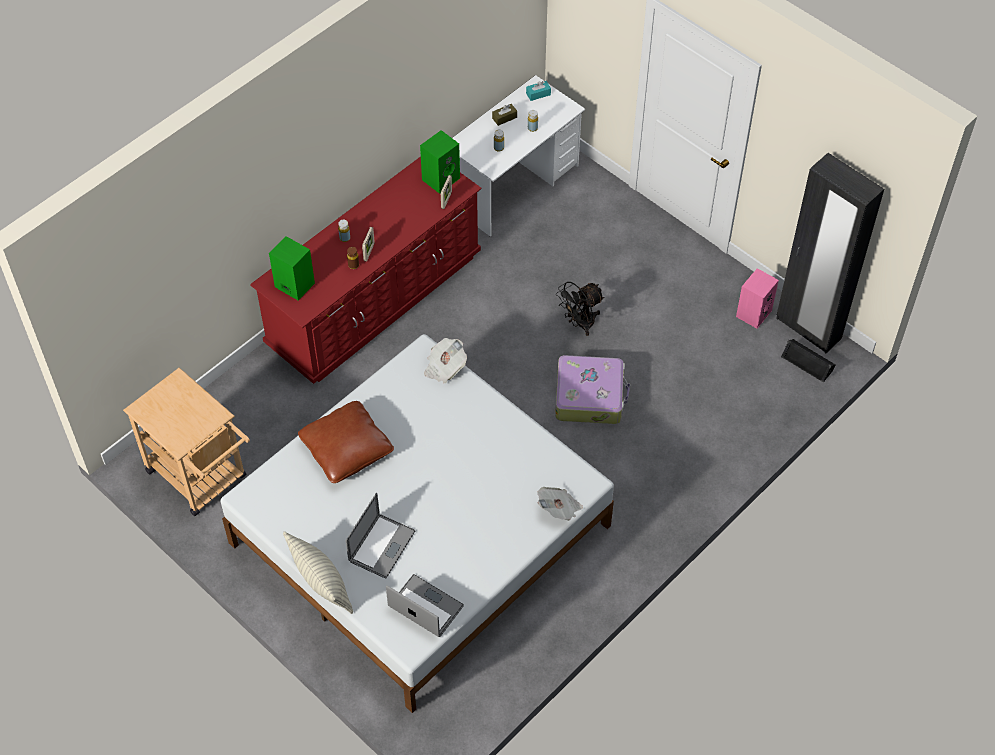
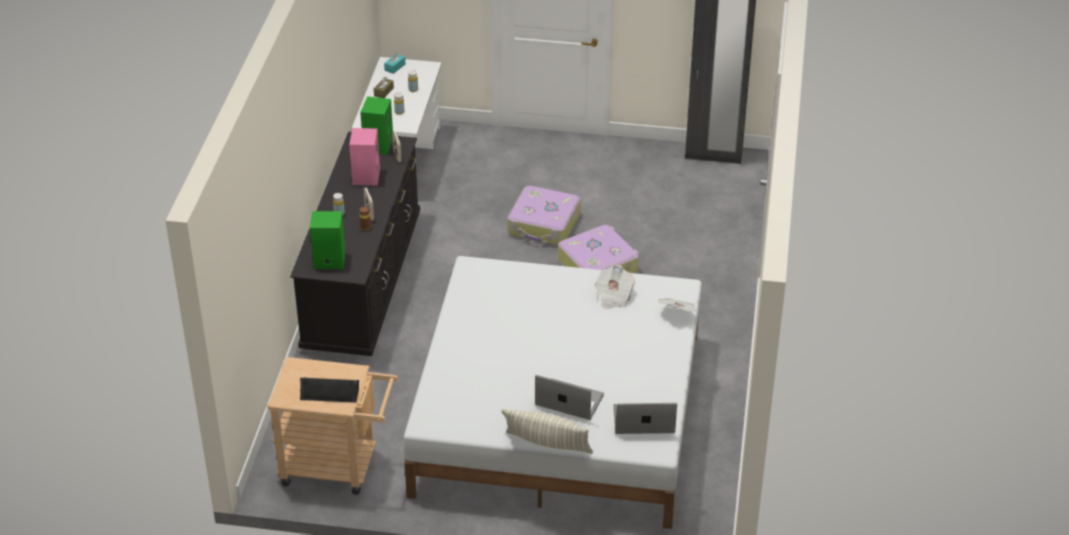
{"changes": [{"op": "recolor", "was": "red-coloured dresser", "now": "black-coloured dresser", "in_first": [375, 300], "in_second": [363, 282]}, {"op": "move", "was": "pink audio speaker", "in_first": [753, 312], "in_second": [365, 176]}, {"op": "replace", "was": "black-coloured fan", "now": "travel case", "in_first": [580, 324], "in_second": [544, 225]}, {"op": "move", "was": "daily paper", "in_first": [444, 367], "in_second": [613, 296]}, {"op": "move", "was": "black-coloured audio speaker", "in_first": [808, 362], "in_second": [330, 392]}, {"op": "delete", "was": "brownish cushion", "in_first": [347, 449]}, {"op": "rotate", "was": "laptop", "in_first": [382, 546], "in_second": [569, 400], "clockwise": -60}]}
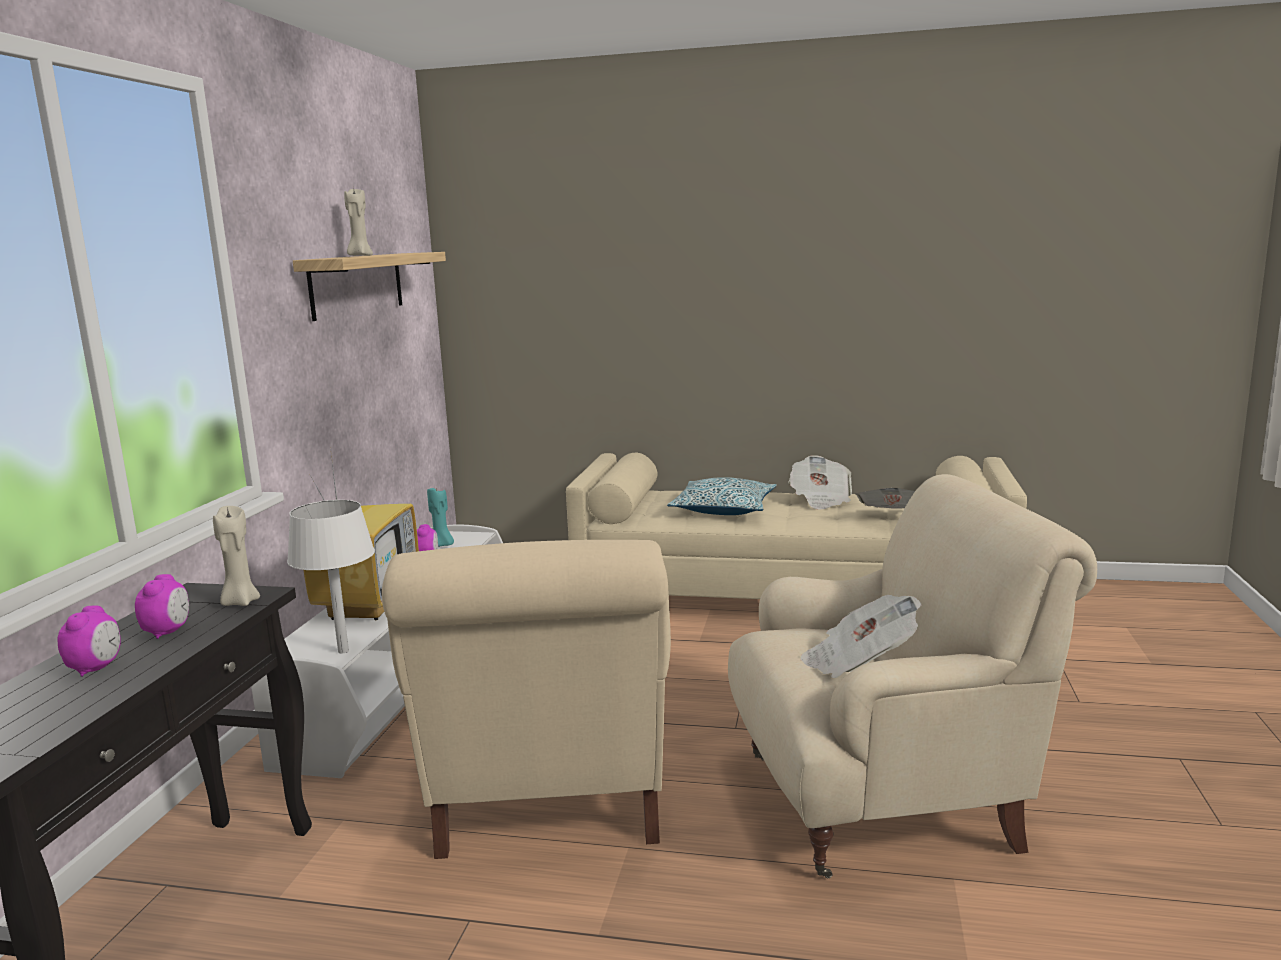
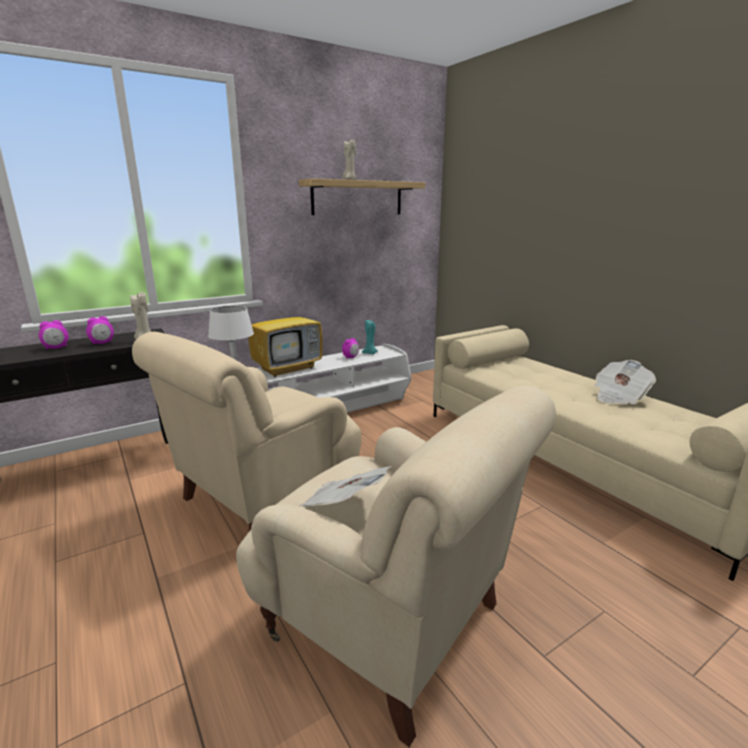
{"changes": [{"op": "delete", "was": "cushion", "in_first": [724, 509]}, {"op": "delete", "was": "daily paper", "in_first": [890, 517]}]}
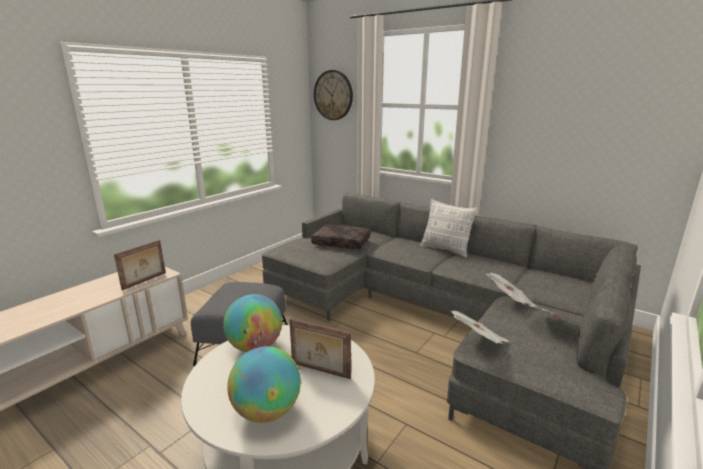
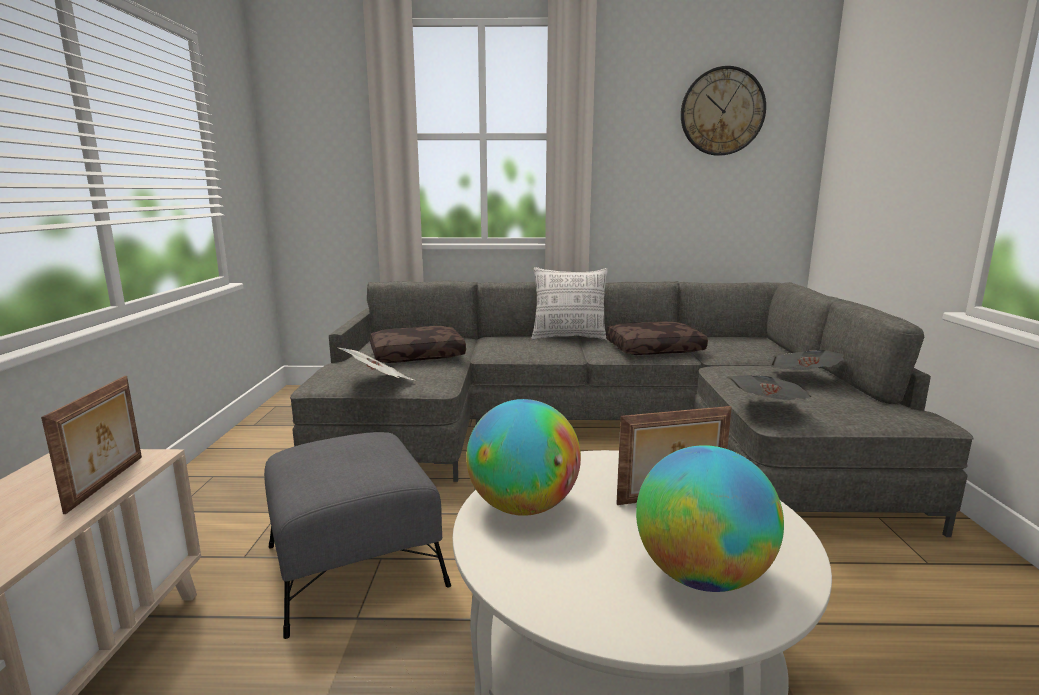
{"changes": [{"op": "move", "was": "hanging clock", "in_first": [333, 95], "in_second": [722, 111]}, {"op": "move", "was": "daily paper", "in_first": [509, 301], "in_second": [378, 382]}, {"op": "insert", "now": "brownish cushion", "in_second": [654, 349]}]}
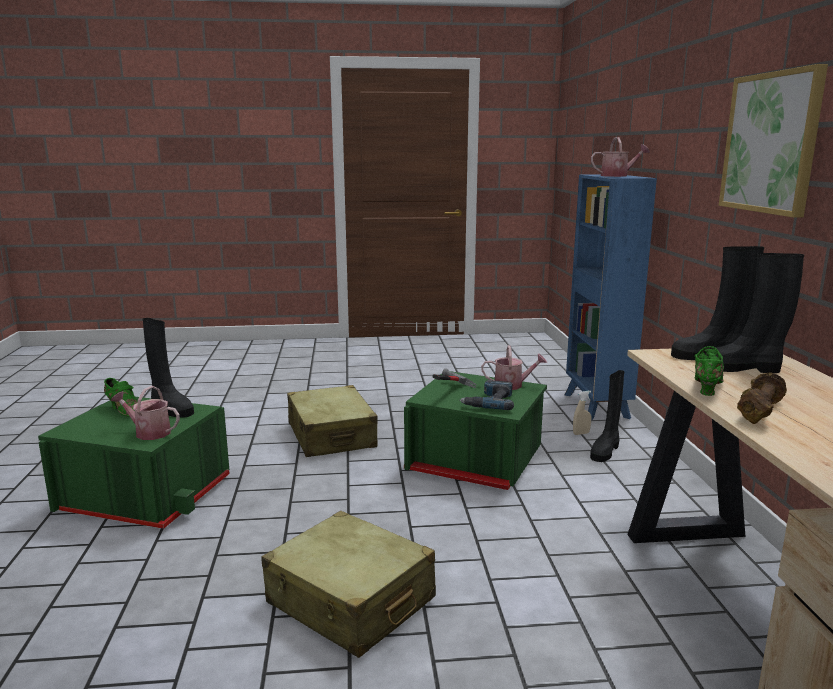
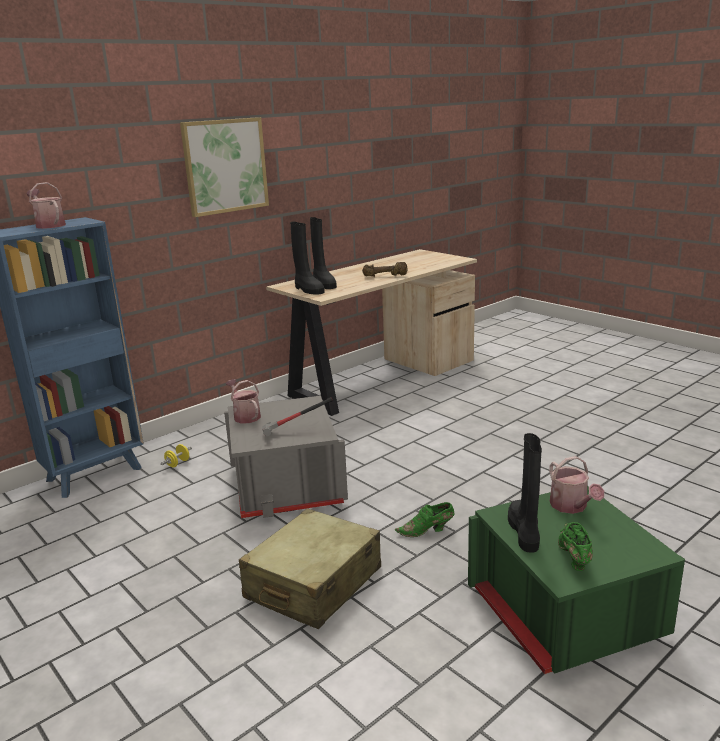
{"changes": [{"op": "move", "was": "green-coloured shoe", "in_first": [706, 388], "in_second": [427, 531]}, {"op": "delete", "was": "black-coloured tall boot", "in_first": [605, 451]}, {"op": "recolor", "was": "green-coloured storage container", "now": "grey storage container", "in_first": [475, 462], "in_second": [287, 485]}, {"op": "delete", "was": "drill", "in_first": [489, 401]}, {"op": "replace", "was": "beige-coloured hand sprayer", "now": "yellowish hand weight", "in_first": [581, 433], "in_second": [178, 463]}, {"op": "delete", "was": "beige-coloured travel case", "in_first": [350, 601]}]}
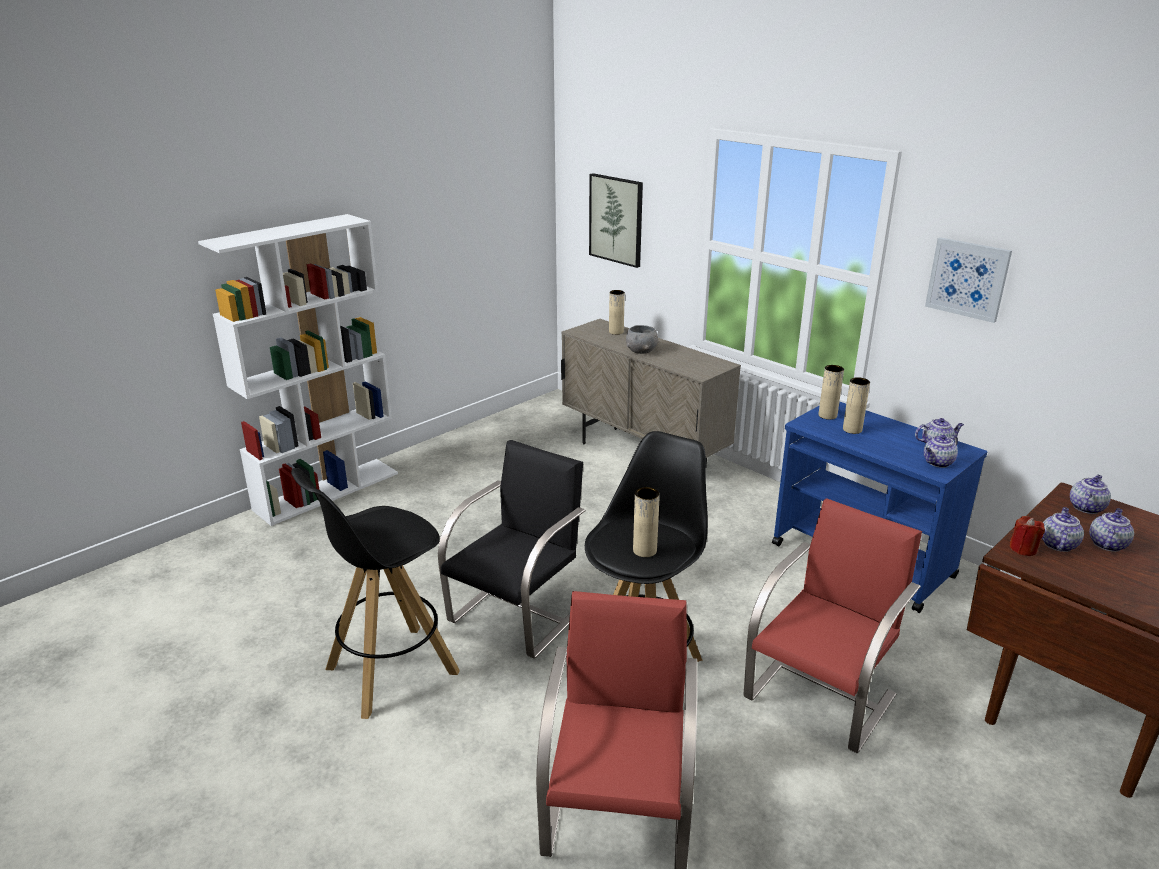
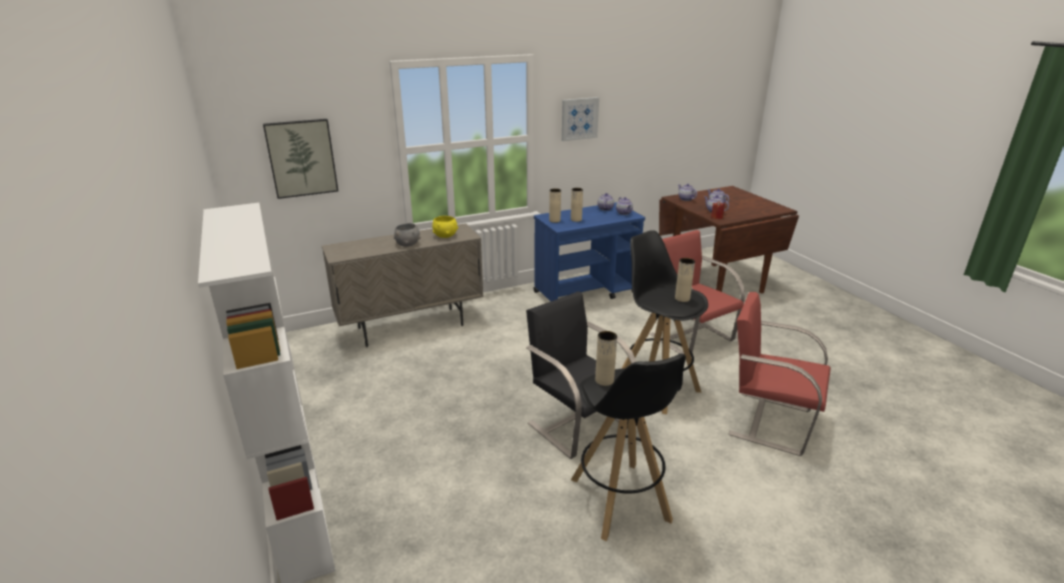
{"changes": [{"op": "move", "was": "beige-coloured decorative vase", "in_first": [616, 332], "in_second": [604, 380]}, {"op": "insert", "now": "yellowish serving bowl", "in_second": [445, 236]}]}
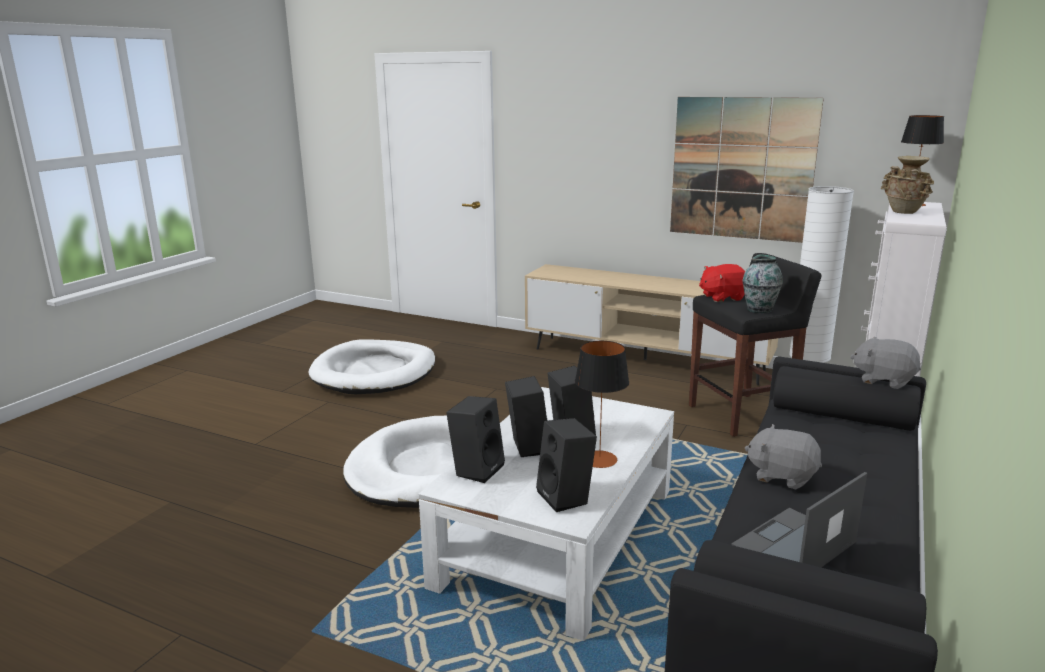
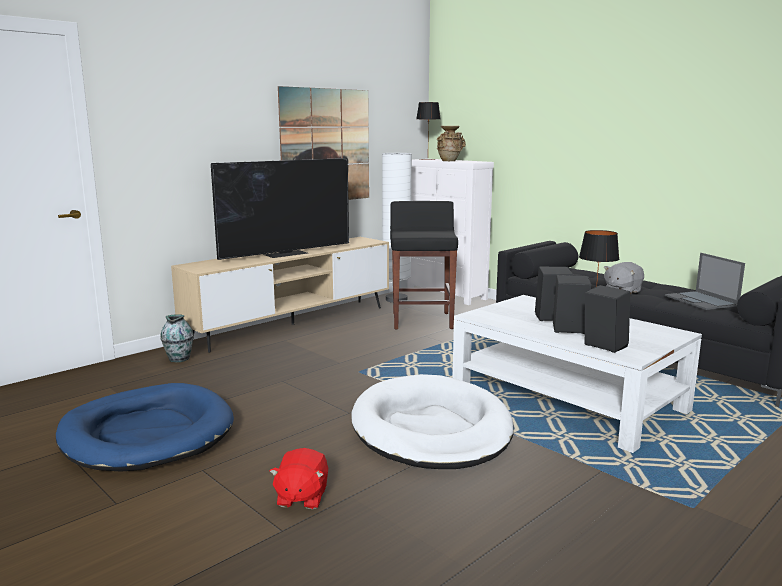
{"changes": [{"op": "move", "was": "decorative vase", "in_first": [759, 309], "in_second": [179, 359]}, {"op": "move", "was": "red-coloured plush toy", "in_first": [722, 297], "in_second": [301, 497]}, {"op": "delete", "was": "grey plush toy", "in_first": [883, 380]}, {"op": "recolor", "was": "white-coloured dog bed", "now": "blue-coloured dog bed", "in_first": [374, 372], "in_second": [147, 433]}, {"op": "delete", "was": "black-coloured audio speaker", "in_first": [567, 497]}, {"op": "insert", "now": "television", "in_second": [286, 253]}]}
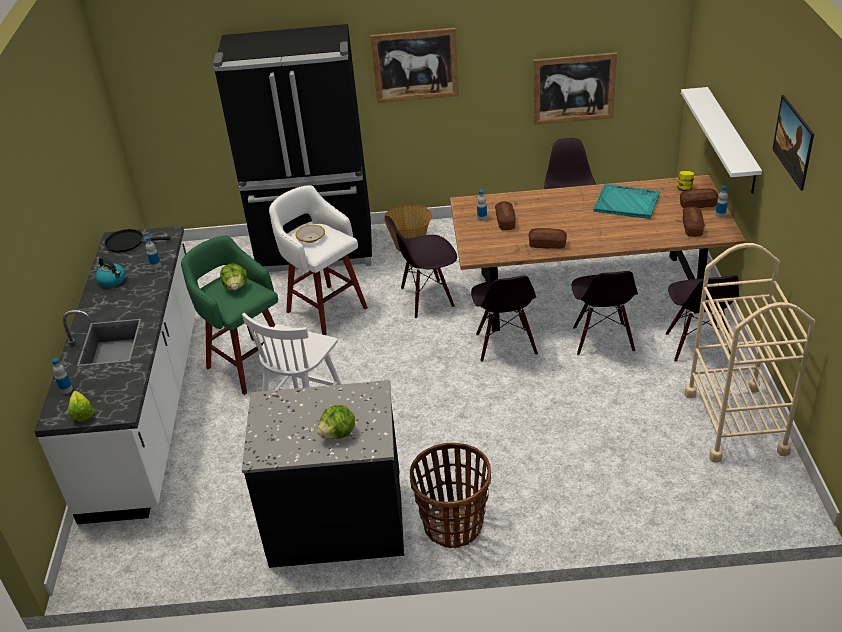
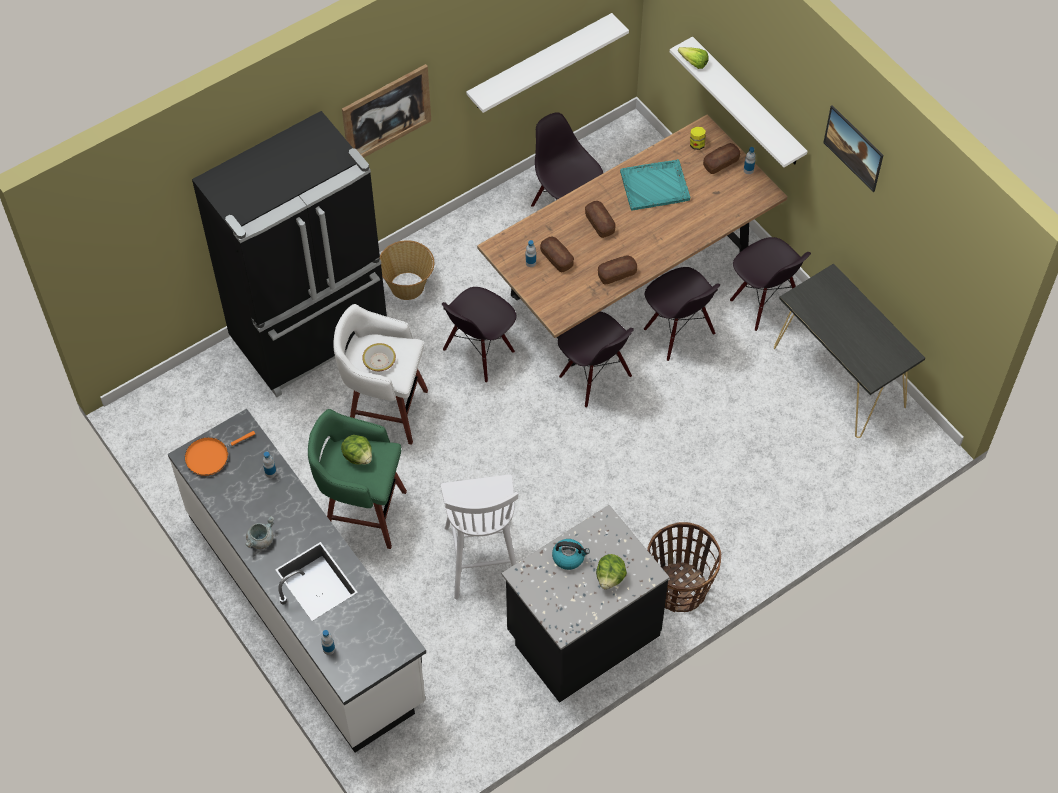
{"changes": [{"op": "replace", "was": "picture", "now": "white-coloured wall shelf", "in_first": [573, 88], "in_second": [540, 62]}, {"op": "move", "was": "baked bread", "in_first": [692, 227], "in_second": [599, 223]}, {"op": "recolor", "was": "black-coloured frying pan", "now": "orange frying pan", "in_first": [128, 243], "in_second": [210, 456]}, {"op": "replace", "was": "beige-coloured wheeled cart", "now": "black-coloured hall table", "in_first": [735, 422], "in_second": [839, 377]}, {"op": "move", "was": "water kettle", "in_first": [112, 280], "in_second": [569, 557]}, {"op": "move", "was": "lettuce head", "in_first": [82, 411], "in_second": [691, 61]}, {"op": "insert", "now": "grey stockpot", "in_second": [260, 540]}]}
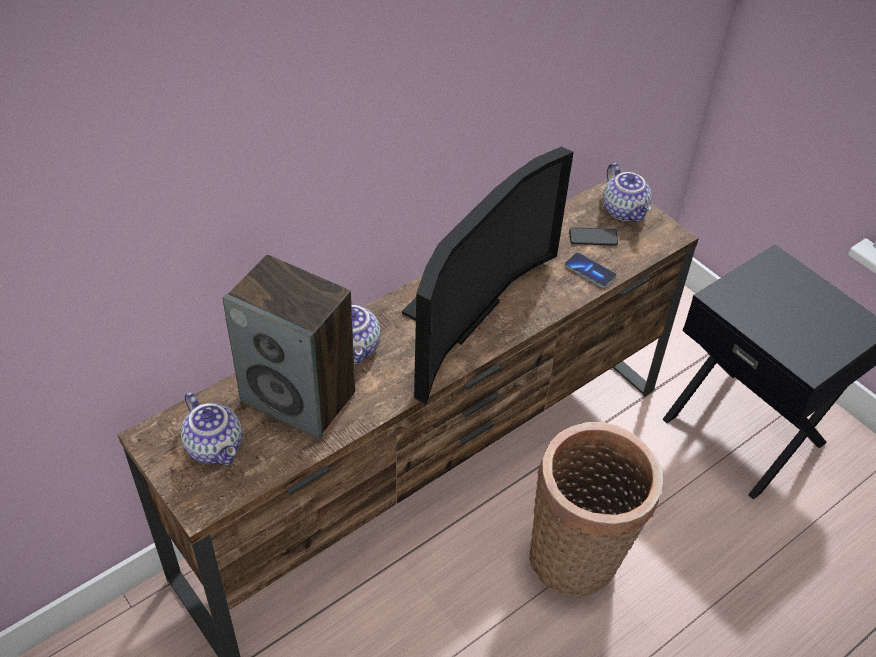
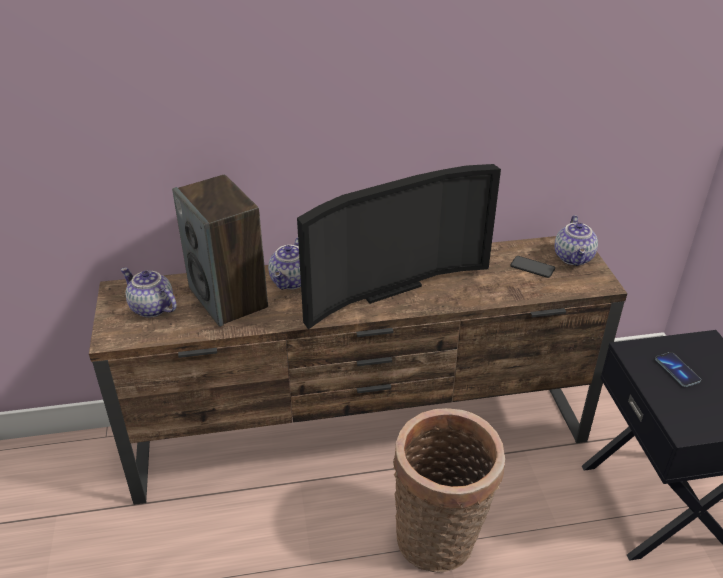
{"changes": [{"op": "move", "was": "handset", "in_first": [590, 271], "in_second": [677, 370]}, {"op": "rotate", "was": "pot for tea", "in_first": [216, 446], "in_second": [151, 308], "clockwise": 135}]}
